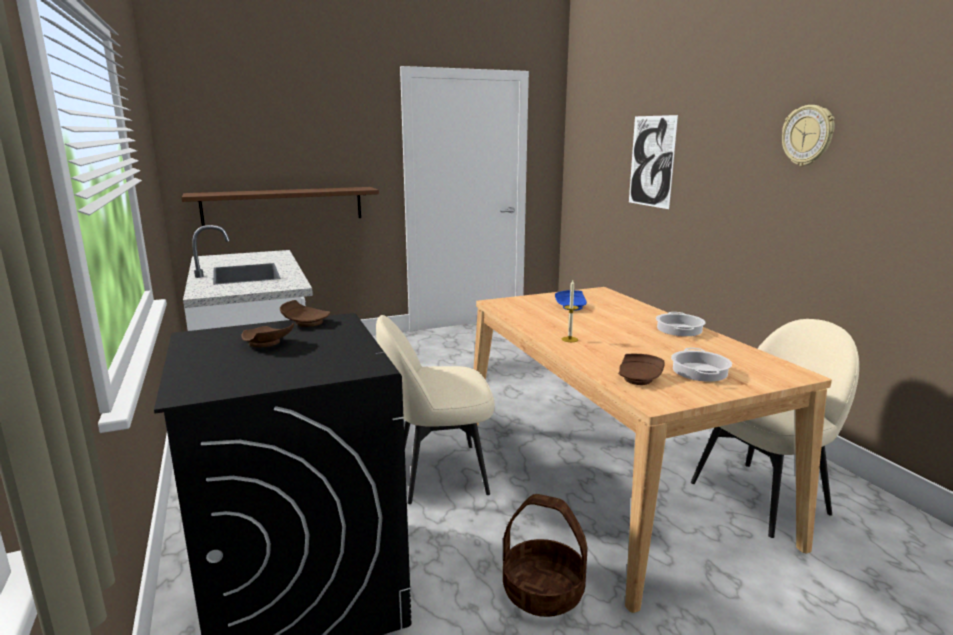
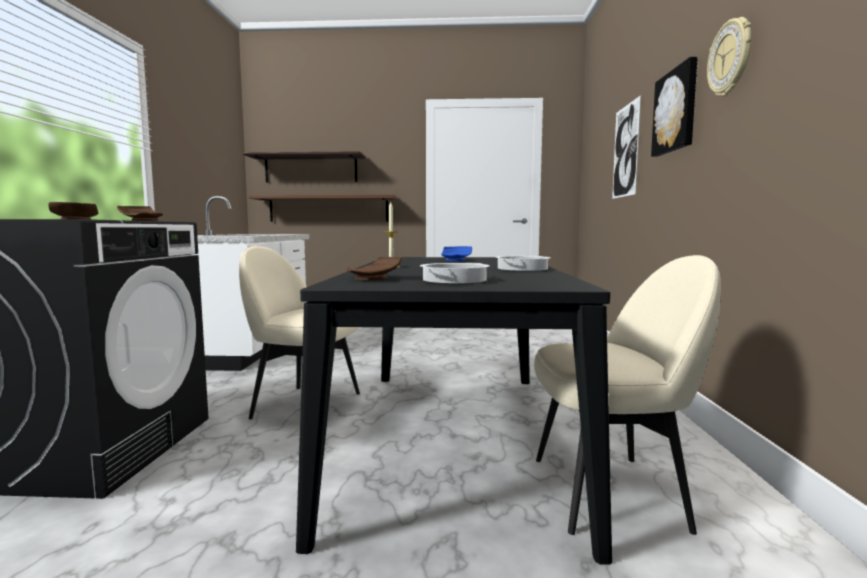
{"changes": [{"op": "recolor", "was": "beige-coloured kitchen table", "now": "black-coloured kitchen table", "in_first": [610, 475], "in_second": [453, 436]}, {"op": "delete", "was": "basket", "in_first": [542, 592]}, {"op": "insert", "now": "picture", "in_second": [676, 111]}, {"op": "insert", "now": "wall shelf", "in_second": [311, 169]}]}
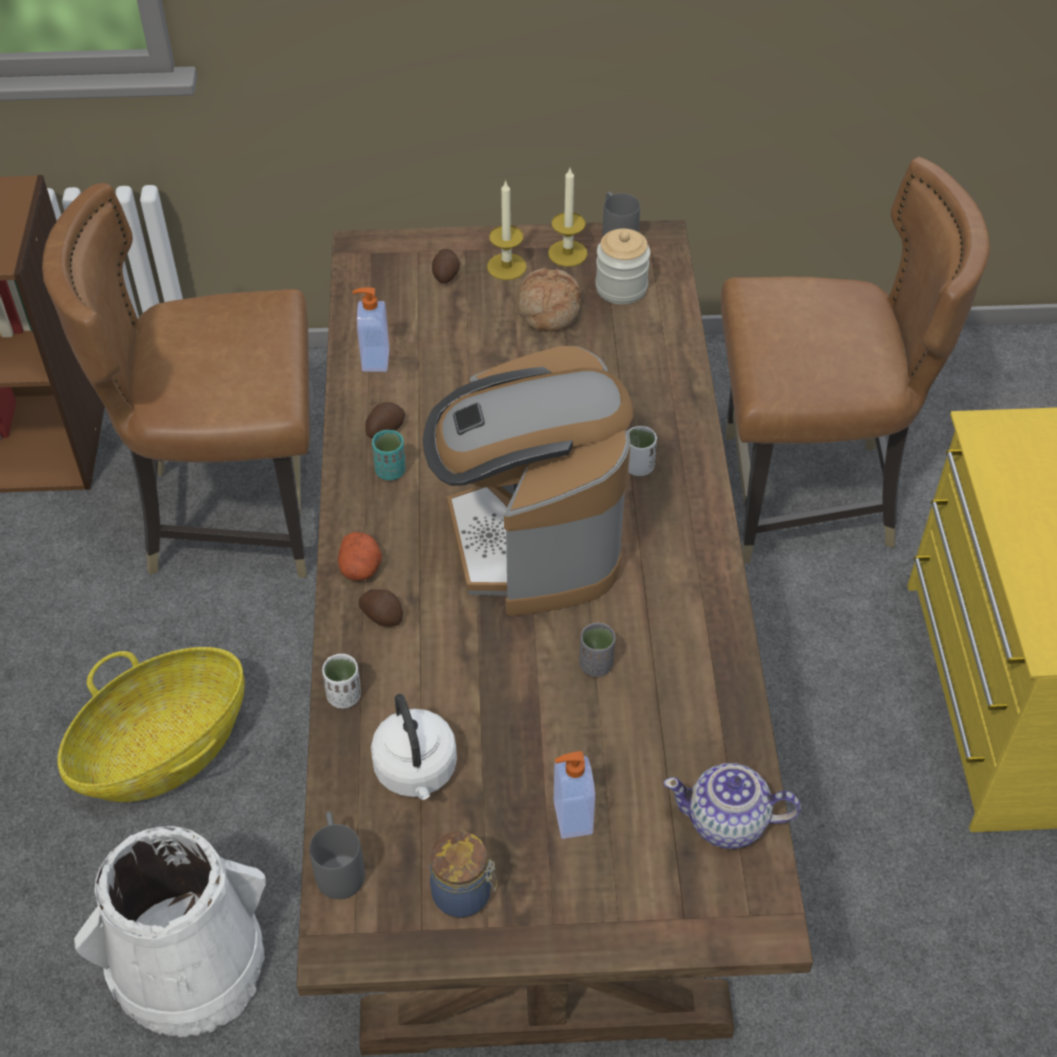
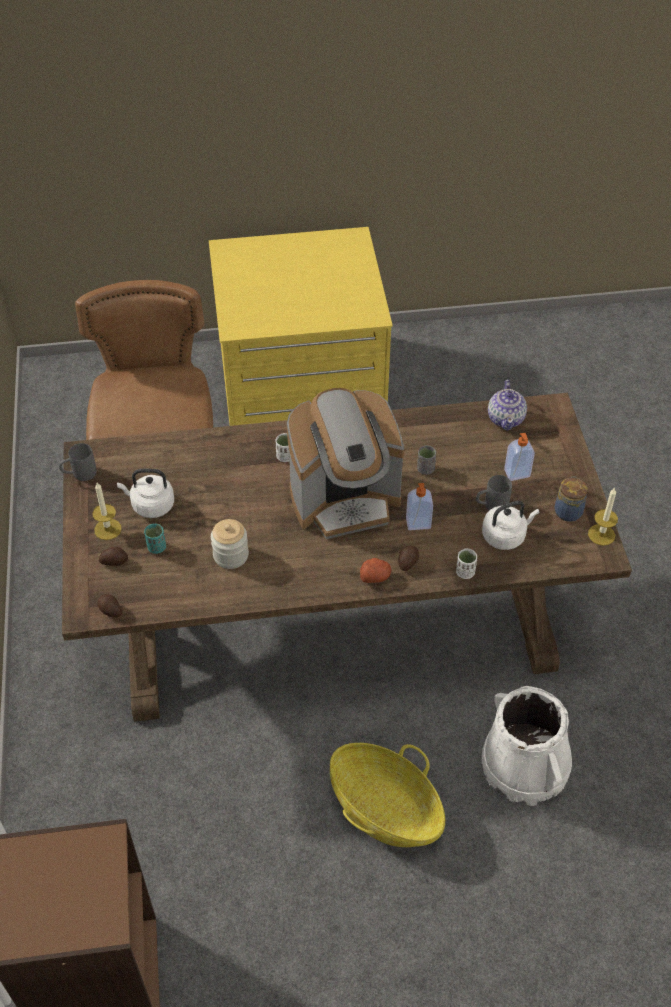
{"changes": [{"op": "move", "was": "candle", "in_first": [567, 253], "in_second": [601, 534]}, {"op": "delete", "was": "brownish upright chair", "in_first": [232, 514]}, {"op": "move", "was": "jar", "in_first": [621, 288], "in_second": [231, 555]}, {"op": "replace", "was": "baked bread", "now": "white-coloured water kettle", "in_first": [547, 309], "in_second": [150, 505]}, {"op": "move", "was": "liquid soap bottle", "in_first": [374, 359], "in_second": [418, 524]}, {"op": "move", "was": "potato", "in_first": [384, 428], "in_second": [110, 610]}, {"op": "move", "was": "turquoise-coloured drinking cup", "in_first": [390, 471], "in_second": [156, 547]}, {"op": "move", "was": "grey coffee mug", "in_first": [338, 866], "in_second": [491, 506]}]}
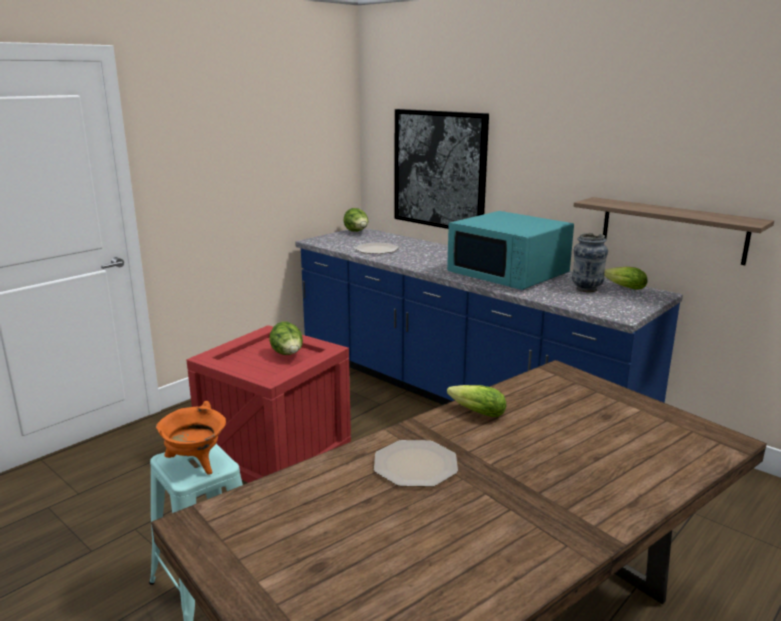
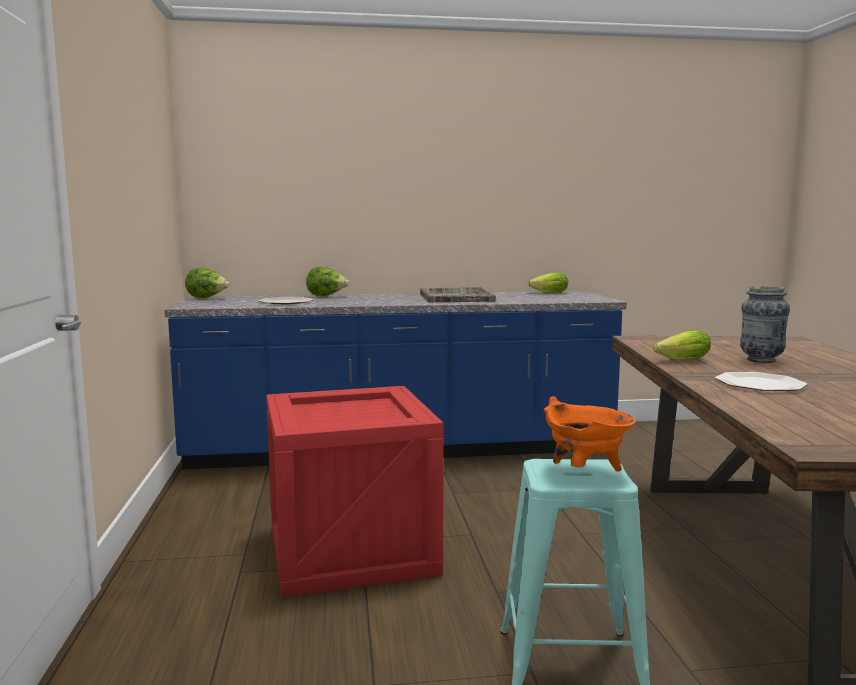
{"changes": [{"op": "delete", "was": "picture", "in_first": [439, 170]}, {"op": "delete", "was": "wall shelf", "in_first": [672, 230]}, {"op": "replace", "was": "turquoise-coloured microwave", "now": "grey carrying tray", "in_first": [509, 273], "in_second": [455, 297]}, {"op": "move", "was": "decorative vase", "in_first": [586, 289], "in_second": [761, 360]}, {"op": "move", "was": "lettuce head", "in_first": [288, 355], "in_second": [326, 296]}]}
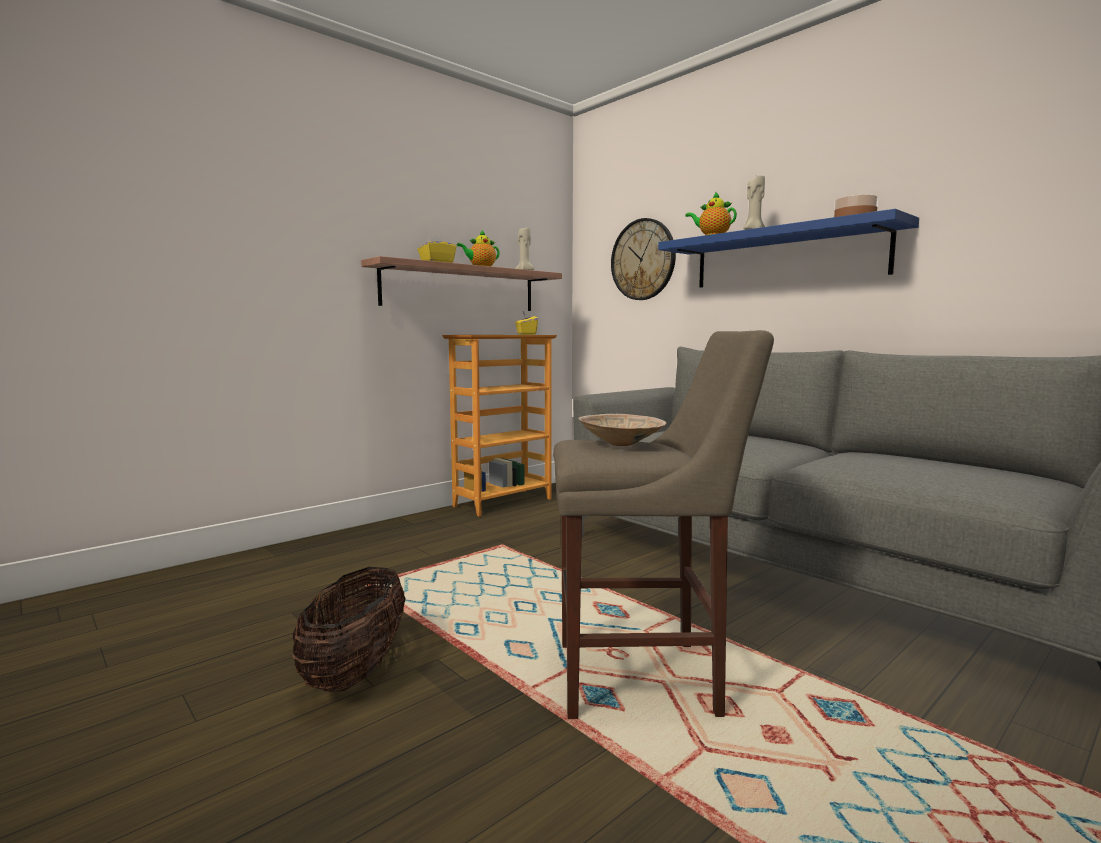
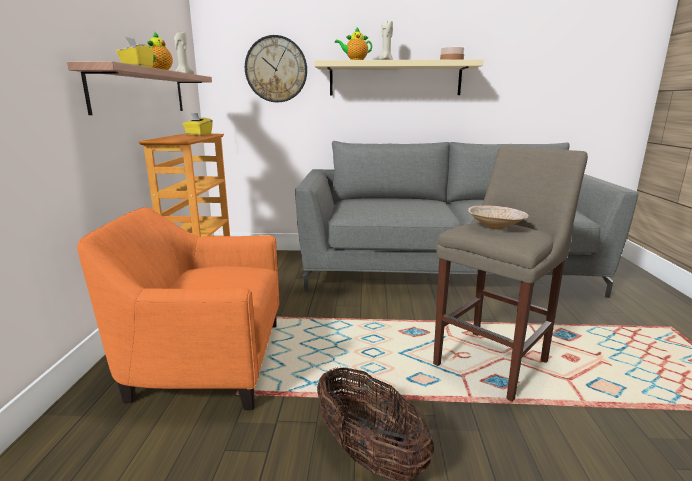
{"changes": [{"op": "recolor", "was": "blue-coloured wall shelf", "now": "beige-coloured wall shelf", "in_first": [786, 258], "in_second": [395, 79]}, {"op": "insert", "now": "orange easy chair", "in_second": [203, 362]}]}
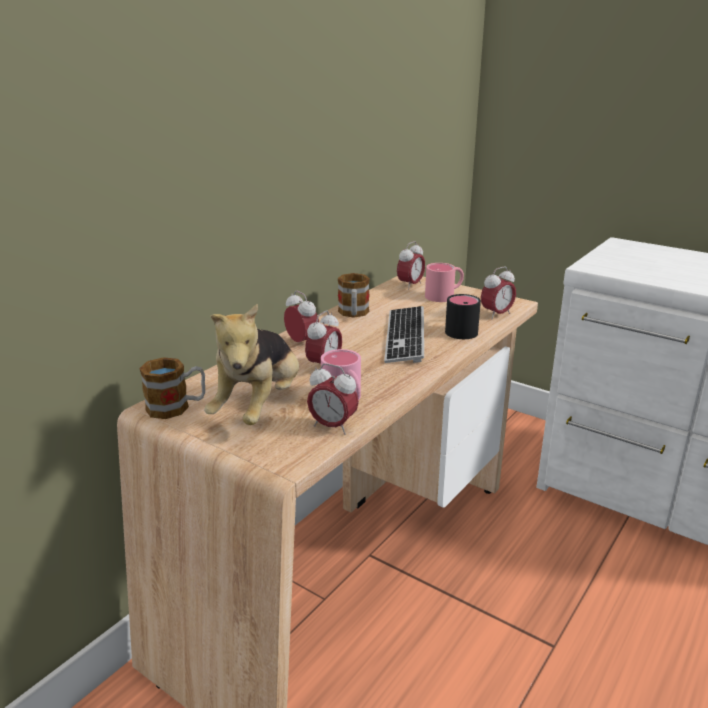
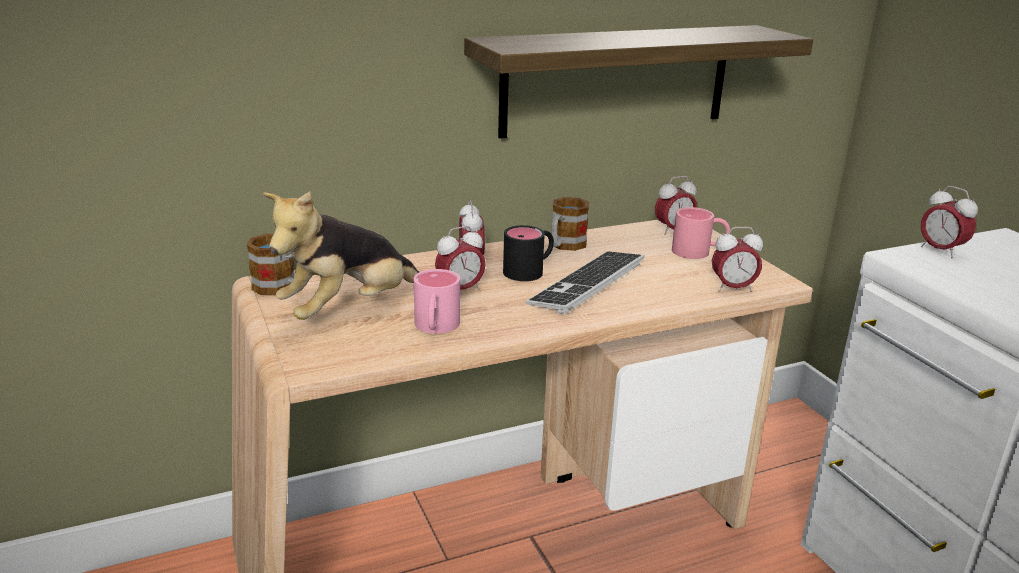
{"changes": [{"op": "move", "was": "black-coloured coffee mug", "in_first": [463, 329], "in_second": [530, 270]}, {"op": "move", "was": "bedside clock", "in_first": [332, 426], "in_second": [940, 251]}, {"op": "insert", "now": "wall shelf", "in_second": [617, 80]}]}
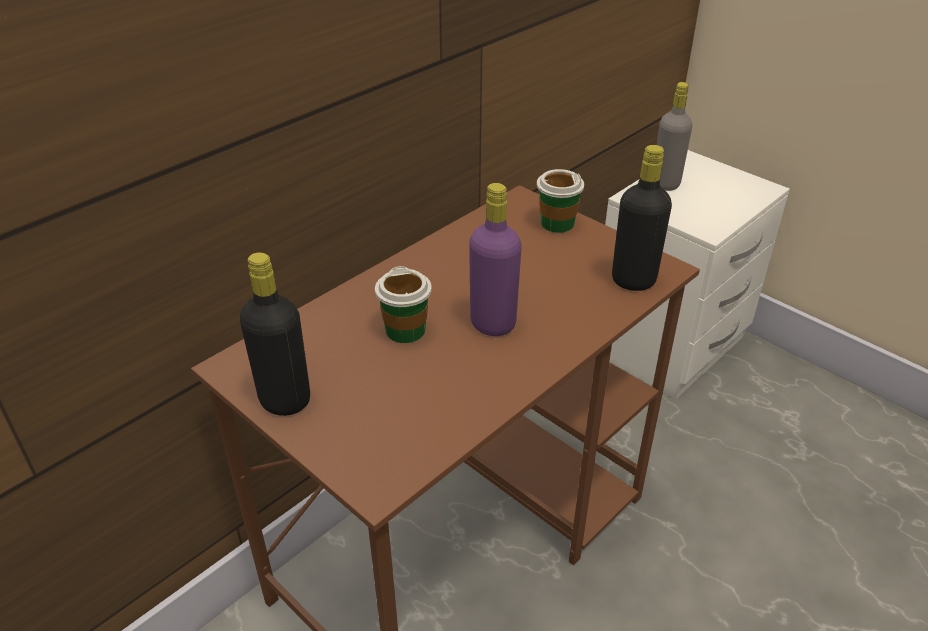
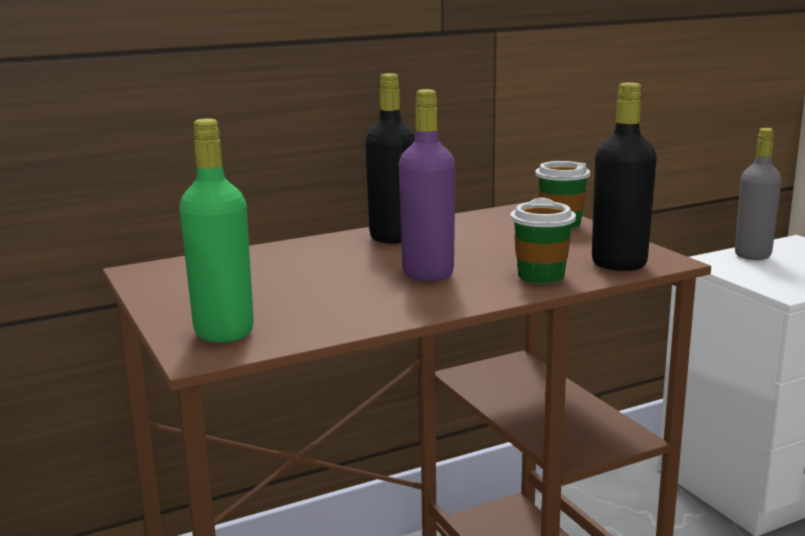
{"changes": [{"op": "move", "was": "black-coloured drink bottle", "in_first": [285, 400], "in_second": [393, 238]}, {"op": "move", "was": "drinking cup", "in_first": [405, 330], "in_second": [541, 275]}, {"op": "insert", "now": "green-coloured drink bottle", "in_second": [224, 332]}]}
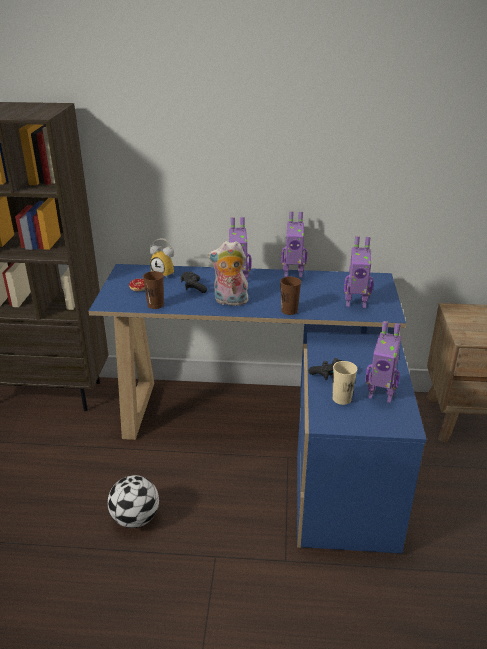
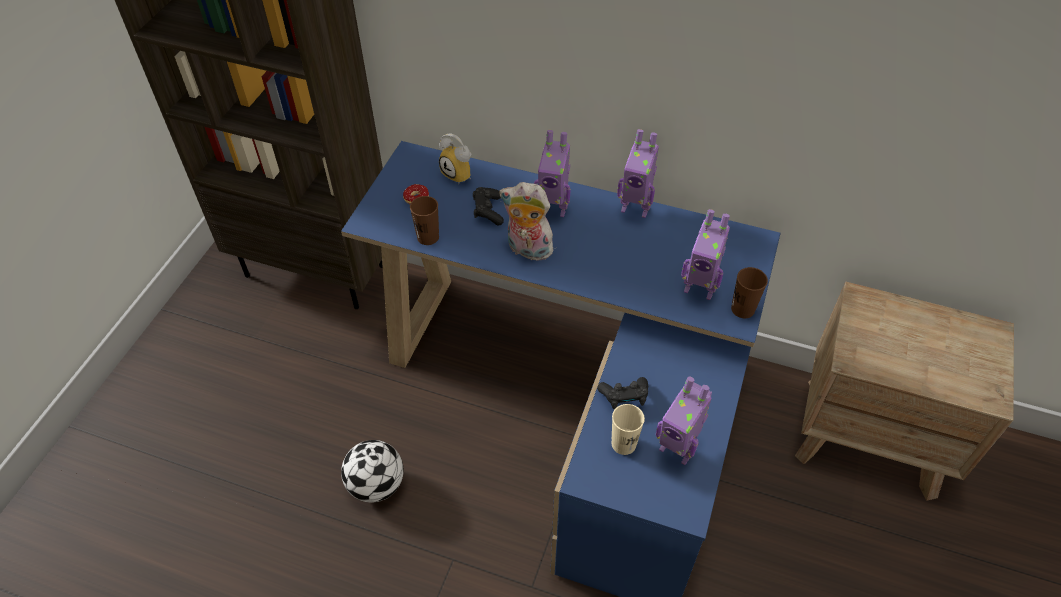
{"changes": [{"op": "move", "was": "brownish drinking cup", "in_first": [289, 311], "in_second": [742, 309]}]}
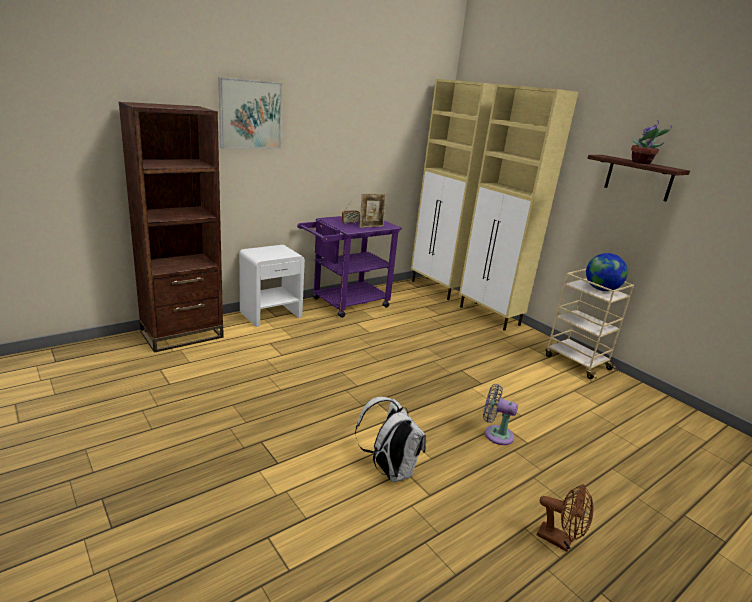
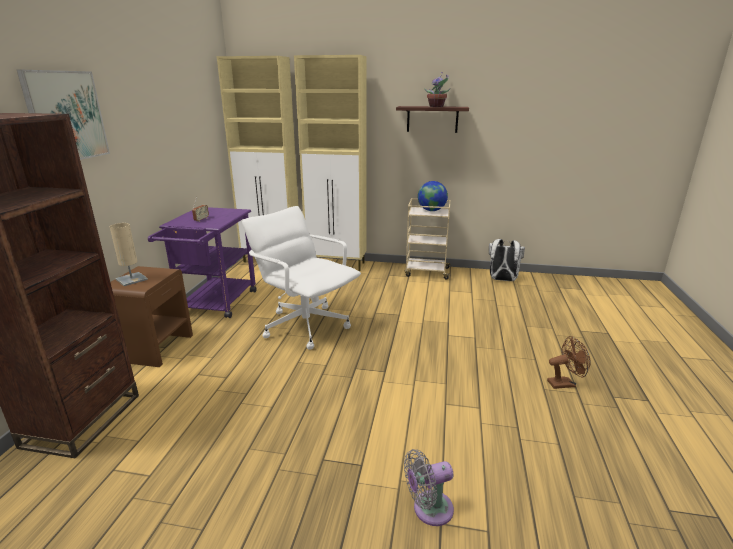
{"changes": [{"op": "delete", "was": "photo frame", "in_first": [371, 226]}, {"op": "recolor", "was": "white-coloured bedside table", "now": "brownish bedside table", "in_first": [271, 314], "in_second": [157, 347]}, {"op": "move", "was": "grey fan", "in_first": [495, 434], "in_second": [429, 509]}, {"op": "move", "was": "white-coloured backpack", "in_first": [389, 470], "in_second": [502, 280]}, {"op": "insert", "now": "white-coloured desk chair", "in_second": [306, 325]}, {"op": "insert", "now": "beige-coloured lamp for a table", "in_second": [131, 279]}]}
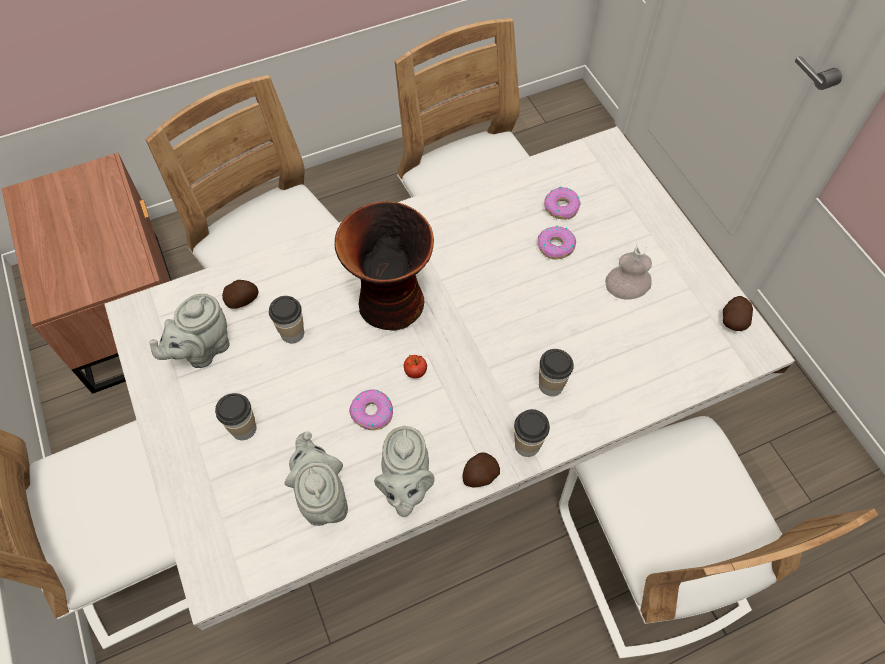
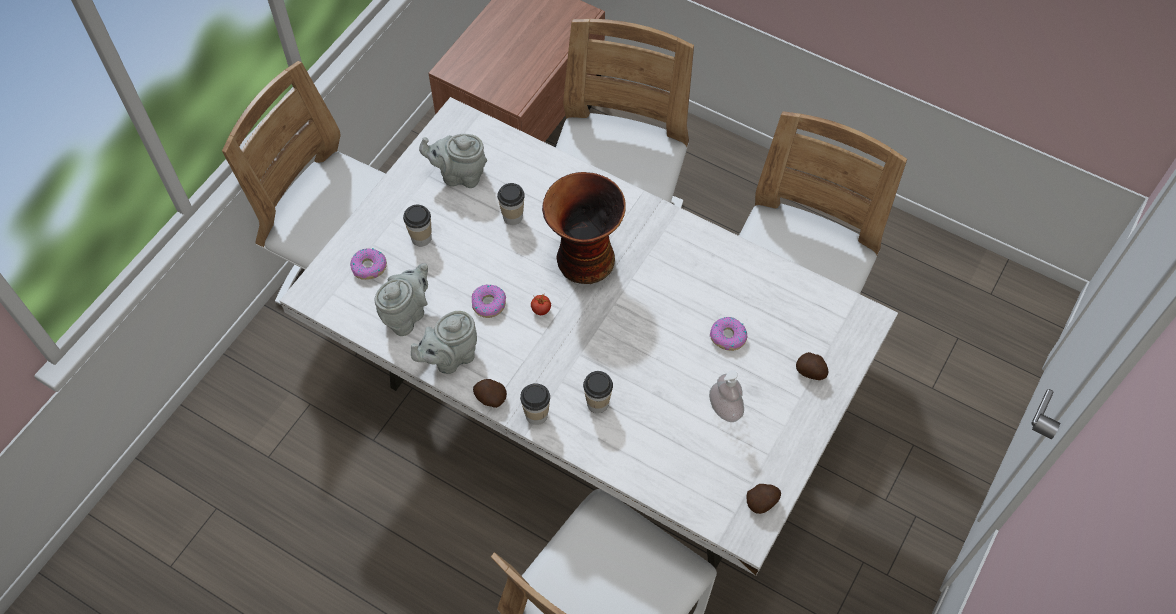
{"changes": [{"op": "move", "was": "donut", "in_first": [561, 207], "in_second": [369, 267]}, {"op": "move", "was": "potato", "in_first": [243, 300], "in_second": [811, 372]}]}
